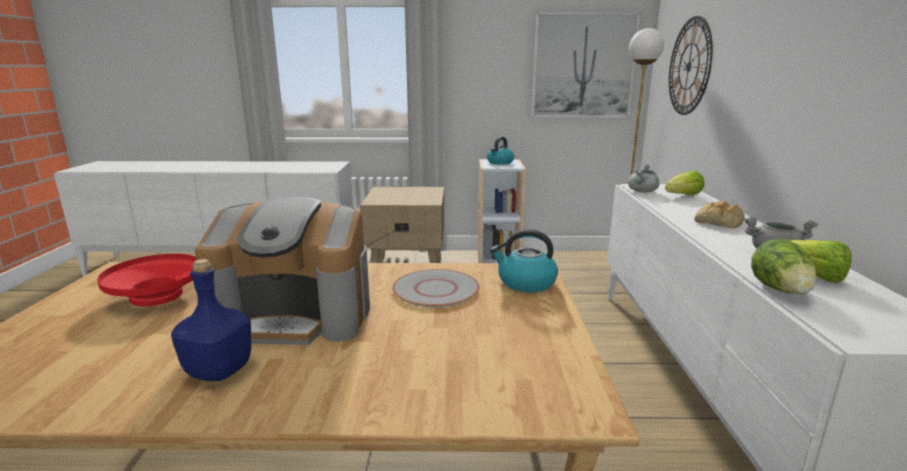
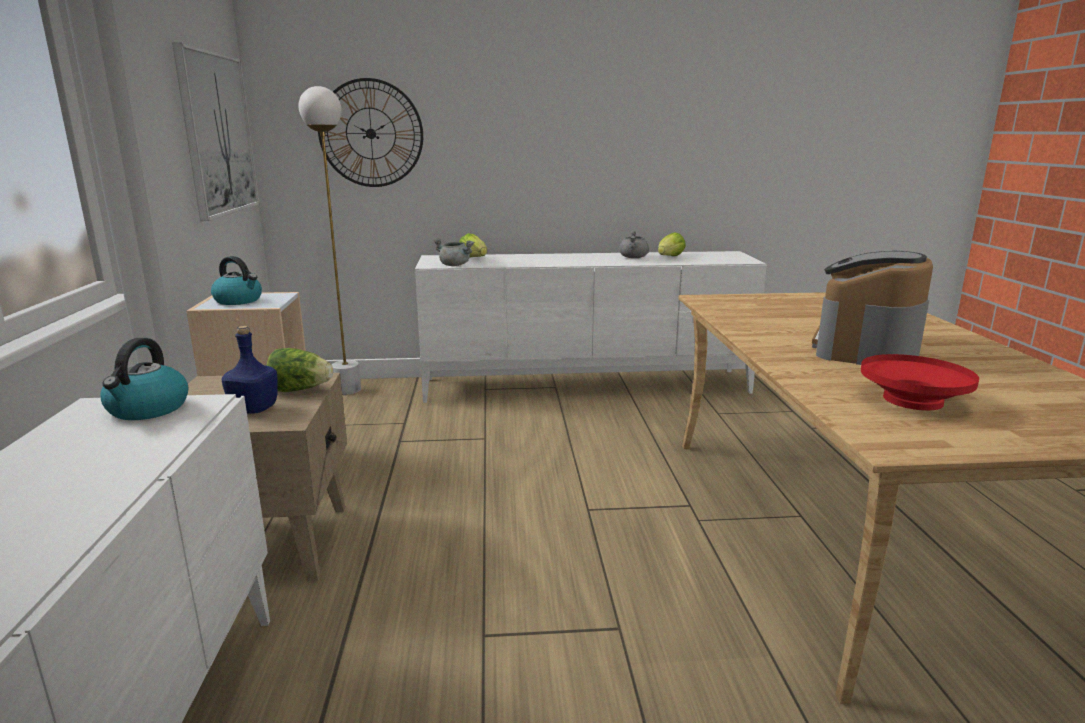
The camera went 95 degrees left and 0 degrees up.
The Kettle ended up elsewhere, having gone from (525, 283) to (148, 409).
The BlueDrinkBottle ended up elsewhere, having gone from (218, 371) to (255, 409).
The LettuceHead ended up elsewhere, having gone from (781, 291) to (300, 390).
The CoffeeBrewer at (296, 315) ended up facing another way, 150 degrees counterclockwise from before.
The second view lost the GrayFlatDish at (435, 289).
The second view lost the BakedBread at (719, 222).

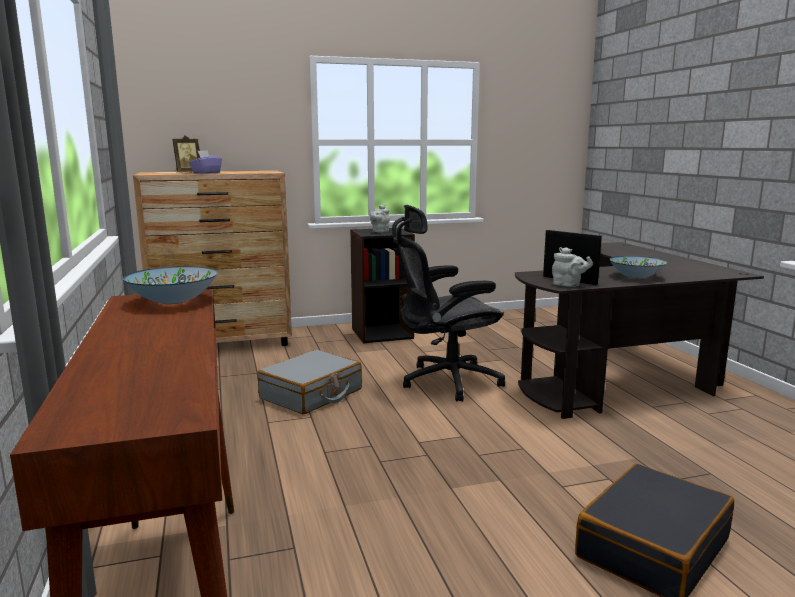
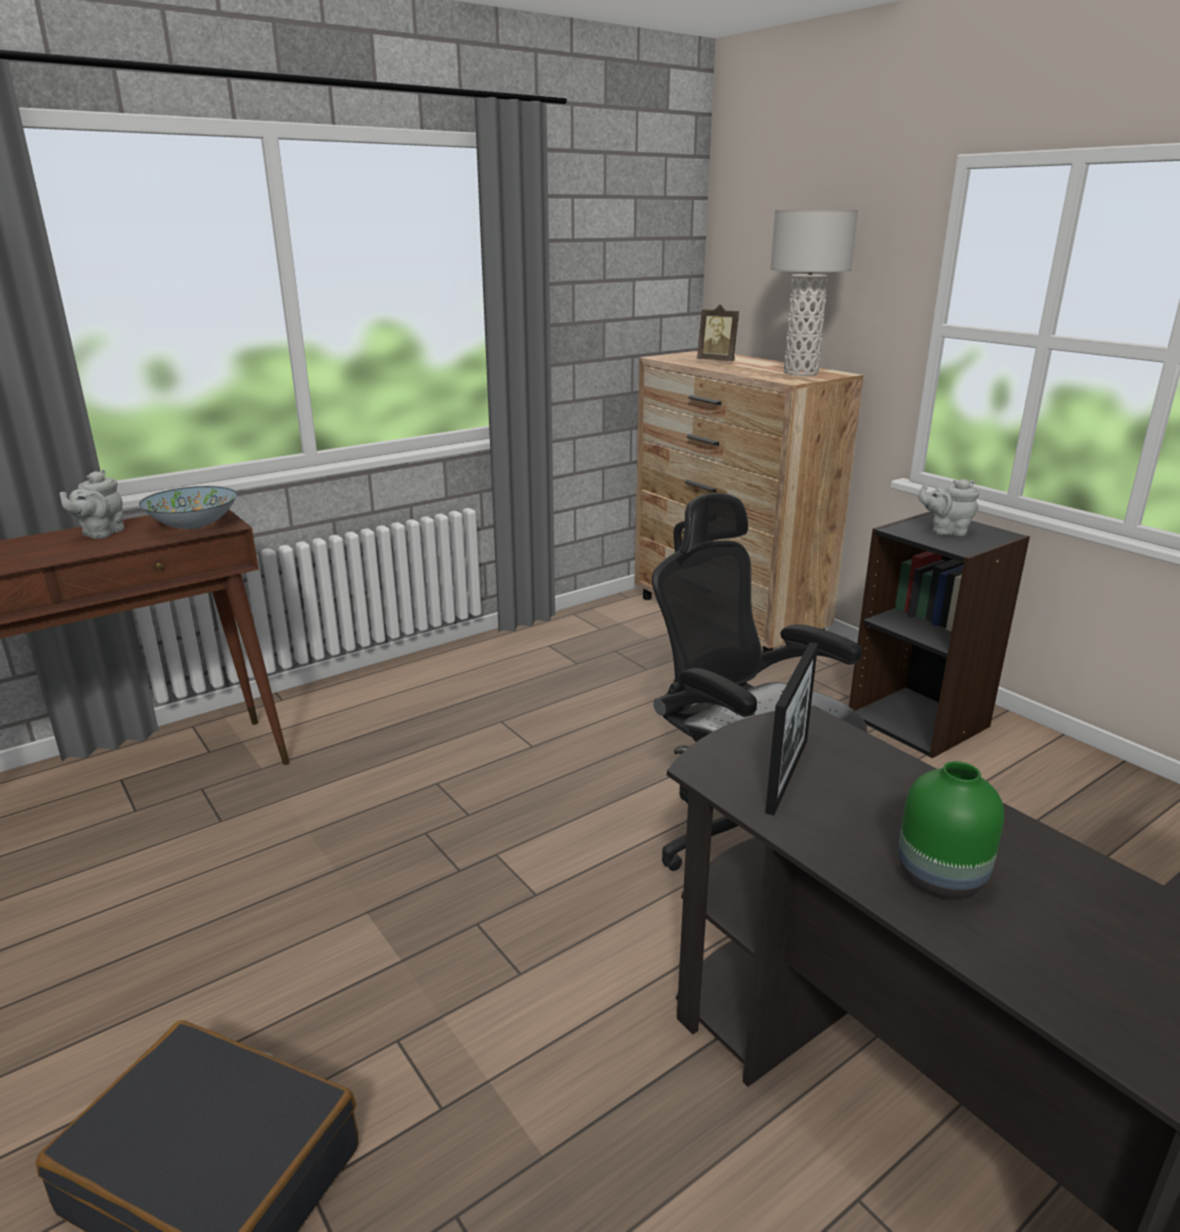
The camera went 70 degrees right and 10 degrees up.
The GrayTeapot ended up elsewhere, having gone from (568, 285) to (101, 533).
The second view gained the WhiteColouredTabletopLamp at (801, 372).
Where the Bowl stood at (636, 277), the GreenishDecorativeVase came to stand at (938, 877).
The second view lost the PurpleBoxOfTissues at (206, 173).
The second view lost the GraySuitcase at (311, 394).

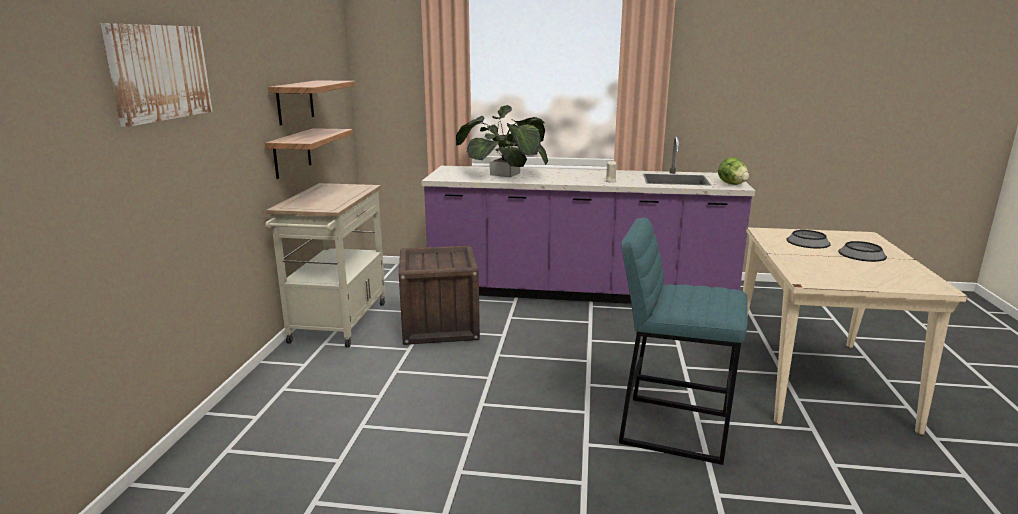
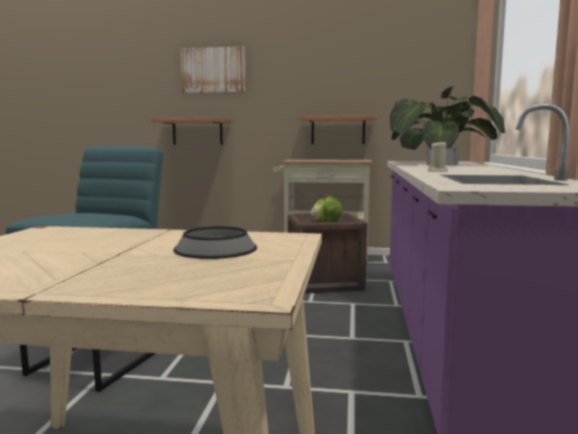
The camera went 90 degrees right and 10 degrees down.
The WallShelf ended up elsewhere, having gone from (295, 102) to (197, 132).
The LettuceHead ended up elsewhere, having gone from (732, 184) to (326, 221).
The second view lost the Bowl at (862, 254).

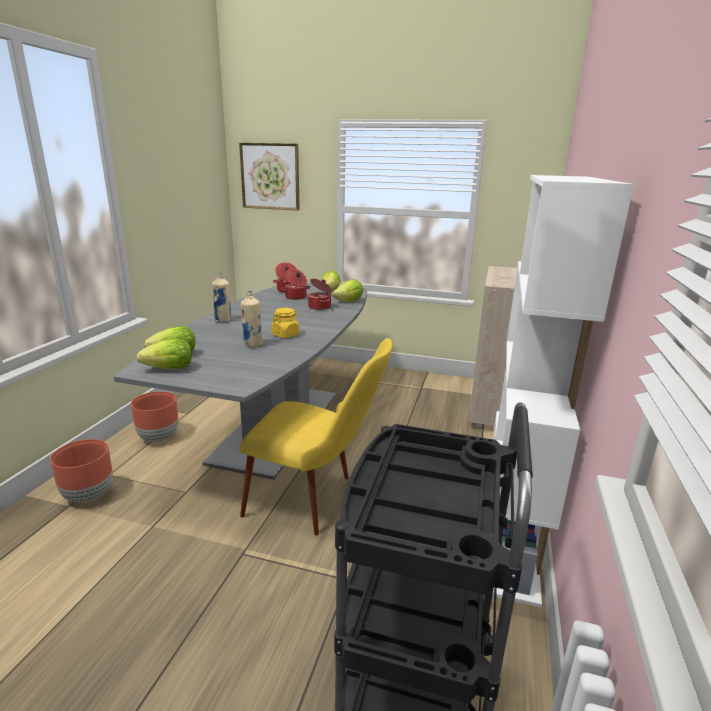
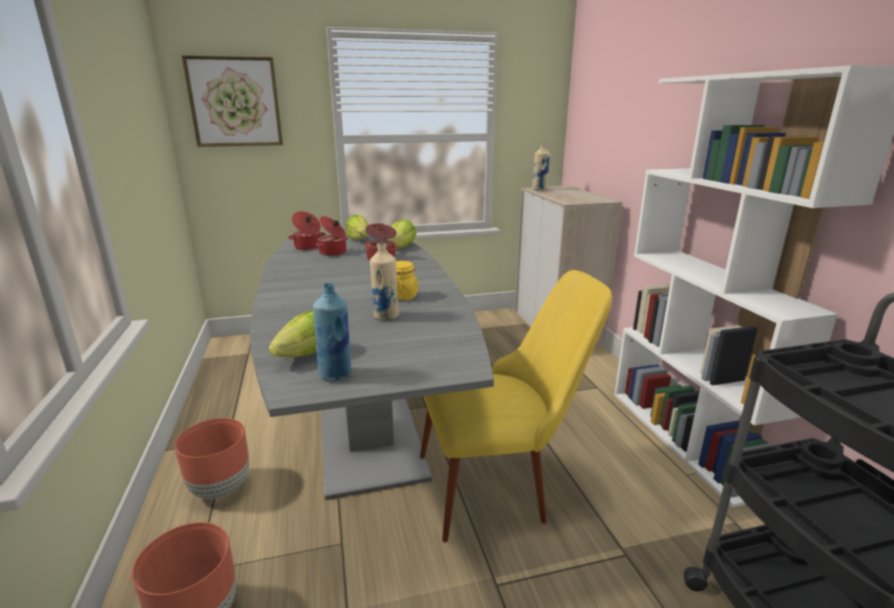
The camera went 30 degrees left and 0 degrees up.
Where the LettuceHead stood at (170, 369), the BlueDrinkBottle came to stand at (336, 374).
The SandColouredDrinkBottle ended up elsewhere, having gone from (223, 320) to (539, 189).

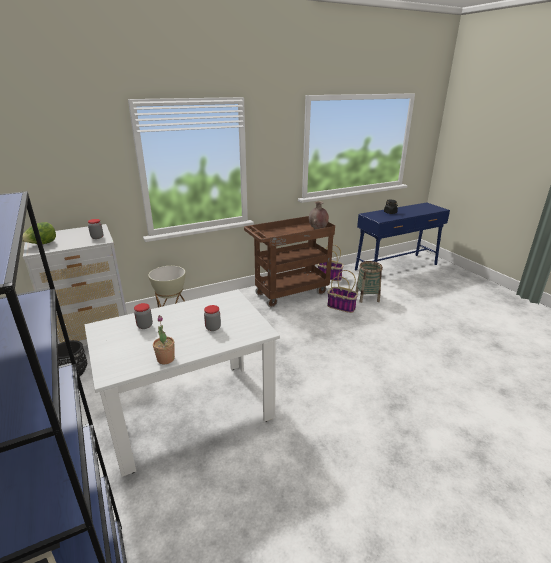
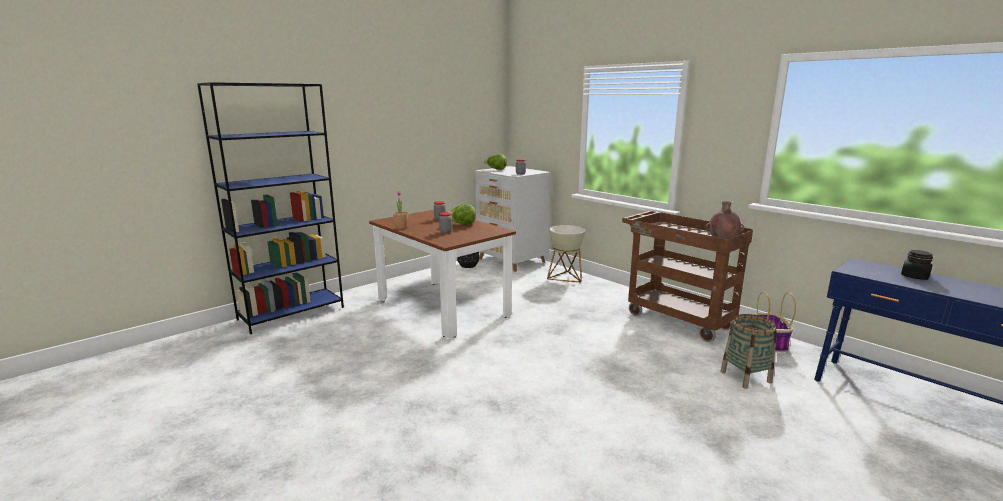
The camera went 75 degrees right and 10 degrees down.
What was the WhiteColouredDiningTable at (190, 413) turned into the BrownDiningTable at (442, 307).
The second view gained the LettuceHead at (462, 224).
The second view lost the StorageBasket at (342, 307).

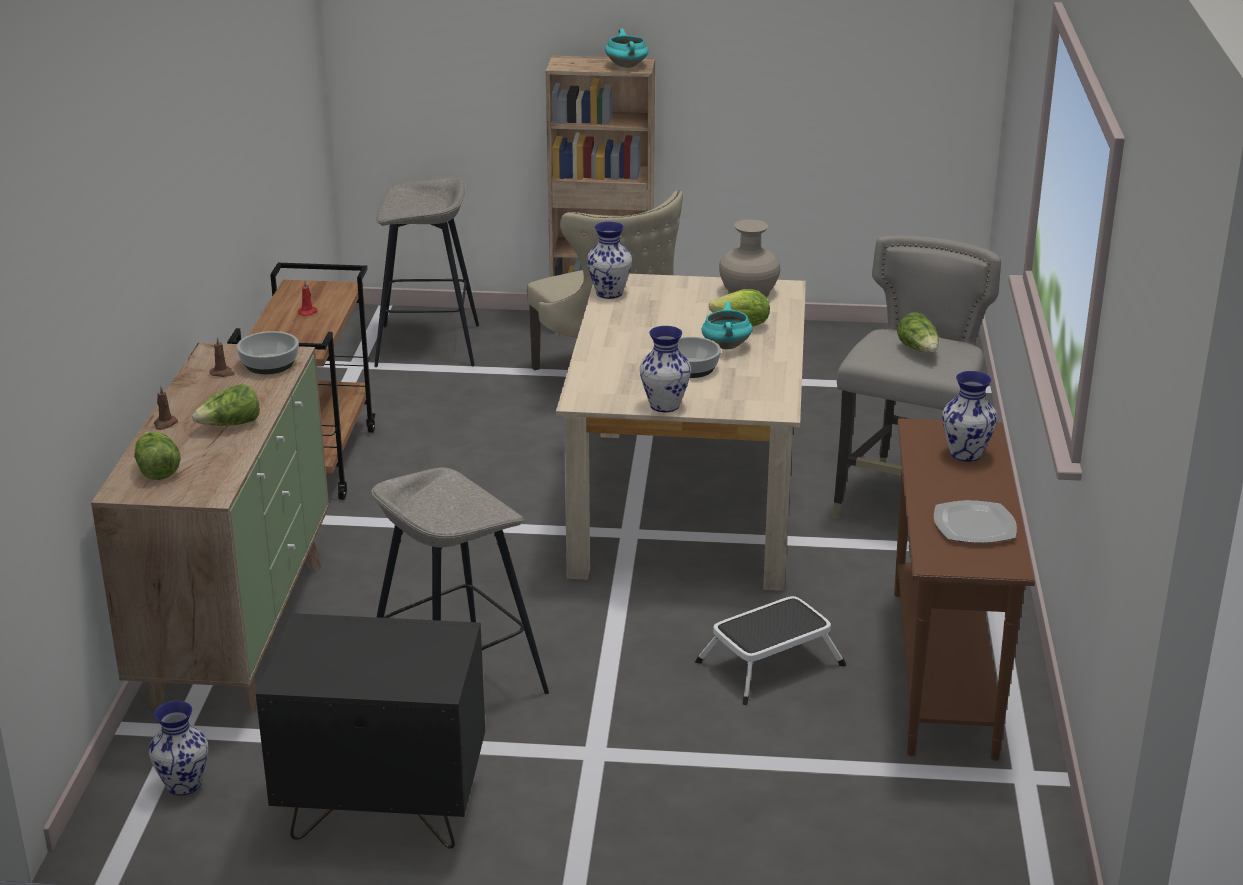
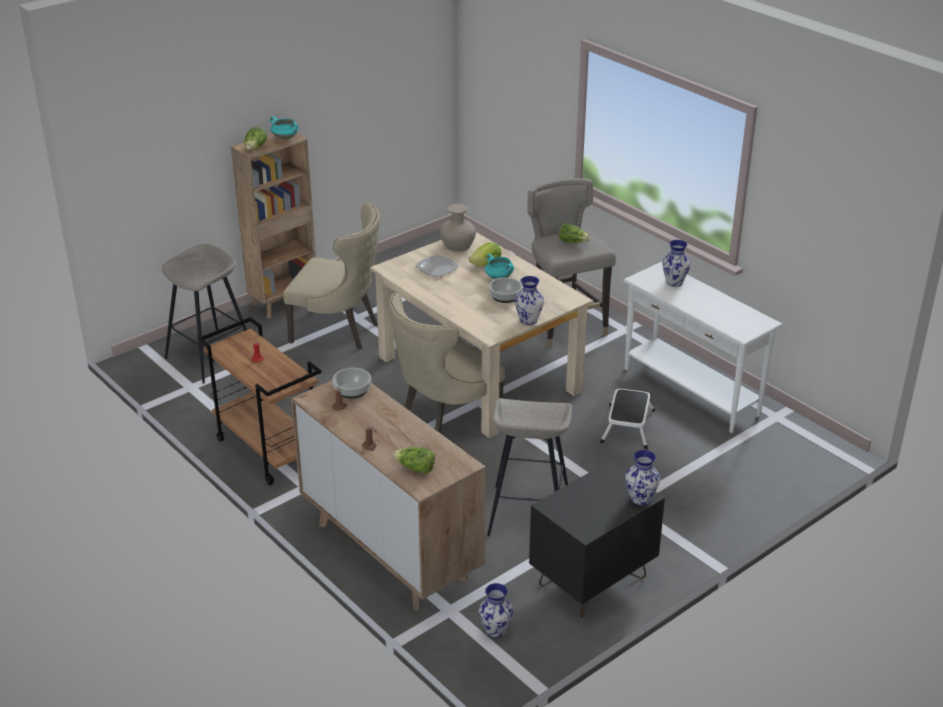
The camera went 45 degrees left and 5 degrees up.
The LettuceHead ended up elsewhere, having gone from (230, 425) to (255, 148).
The second view gained the SandColouredChair at (444, 421).
The FlatDish ended up elsewhere, having gone from (974, 525) to (437, 267).
What was the BrownHallTable at (945, 674) turned into the WhiteColouredHallTable at (692, 392).
The DecorativeVase ended up elsewhere, having gone from (609, 293) to (641, 499).

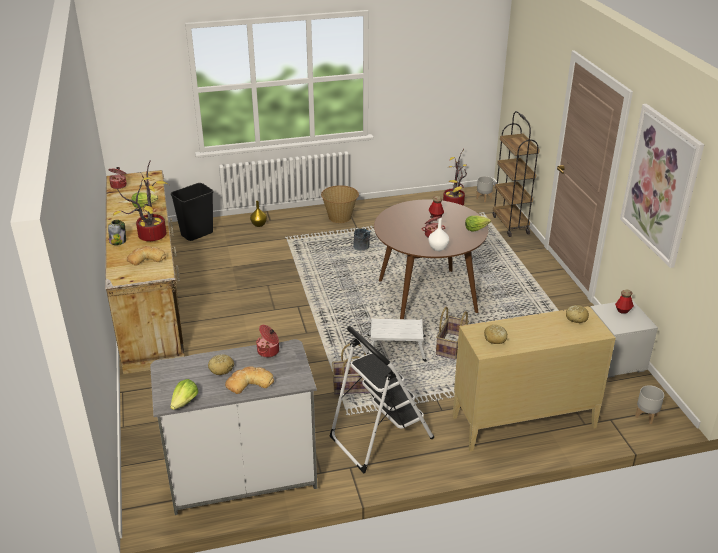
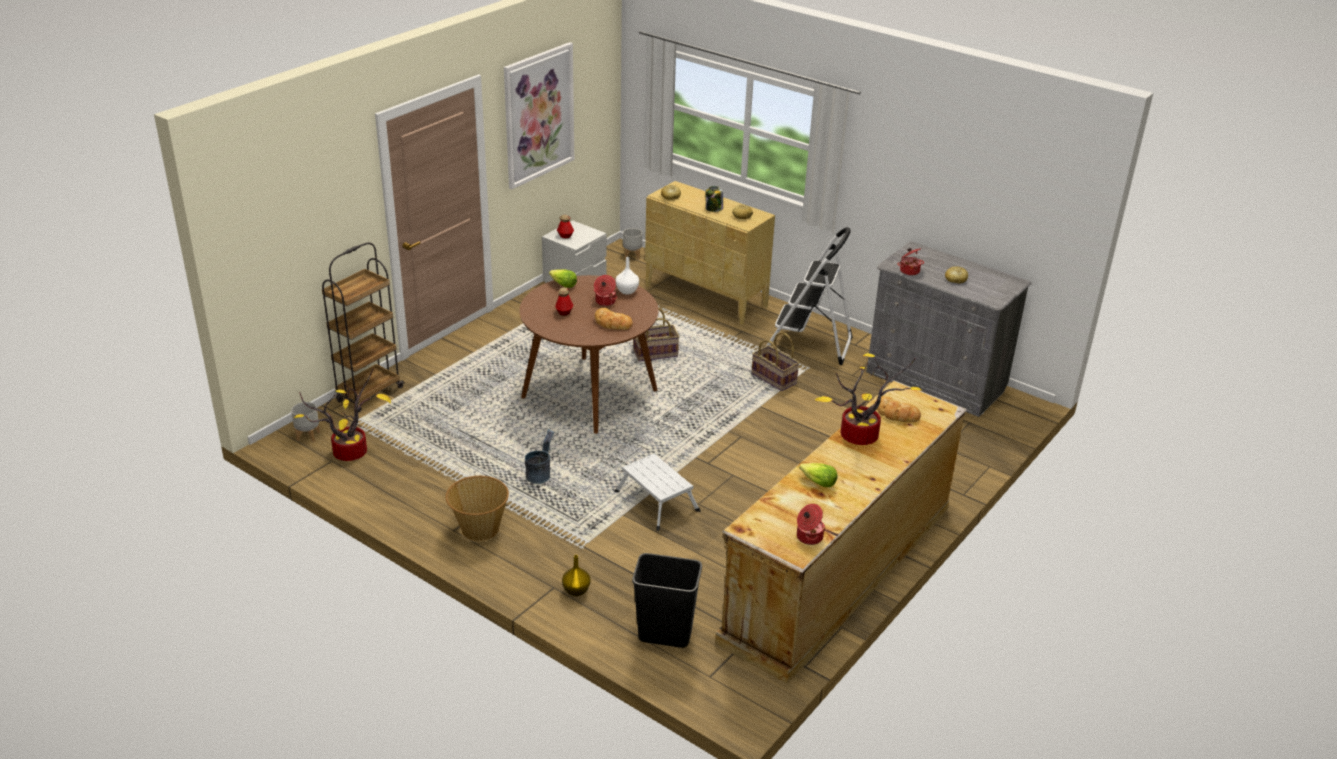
The camera went 130 degrees left and 0 degrees up.
The BakedBread ended up elsewhere, having gone from (249, 382) to (612, 323).
The WhiteColouredStepLadder ended up elsewhere, having gone from (396, 348) to (656, 501).
The StorageJar ended up elsewhere, having gone from (118, 241) to (713, 209).
The second view lost the LettuceHead at (185, 402).

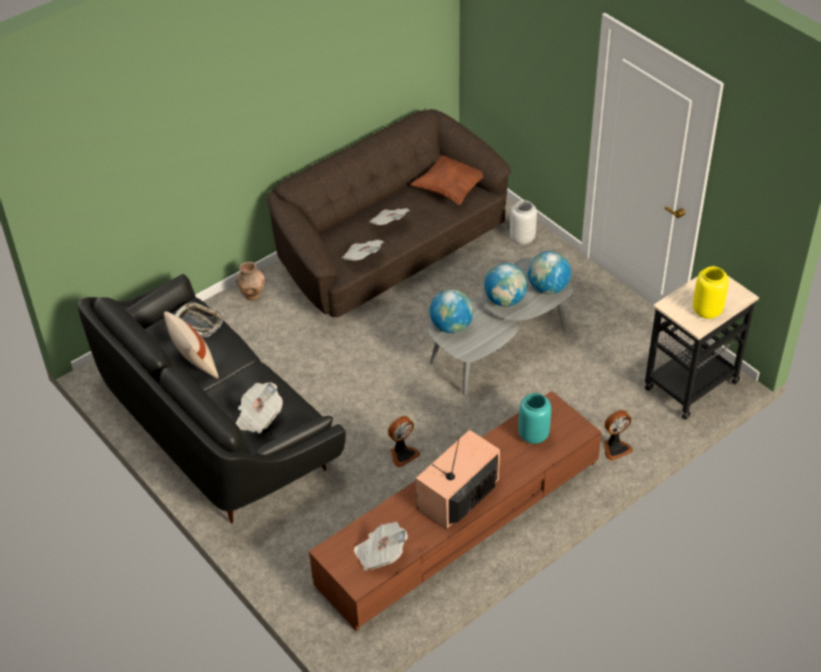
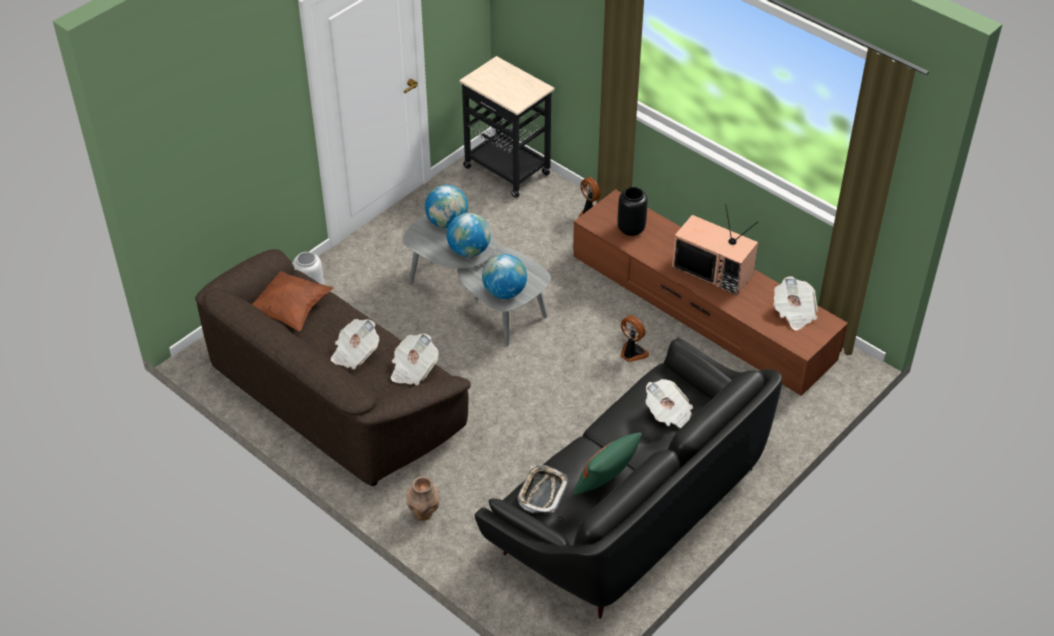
The camera went 100 degrees left and 0 degrees up.
What was the SandColouredCushion at (194, 365) turned into the GreenishCushion at (606, 484).
What was the BlueGreenDecorativeVase at (532, 435) turned into the BlackDecorativeVase at (631, 229).
The second view lost the YellowDecorativeVase at (707, 311).

